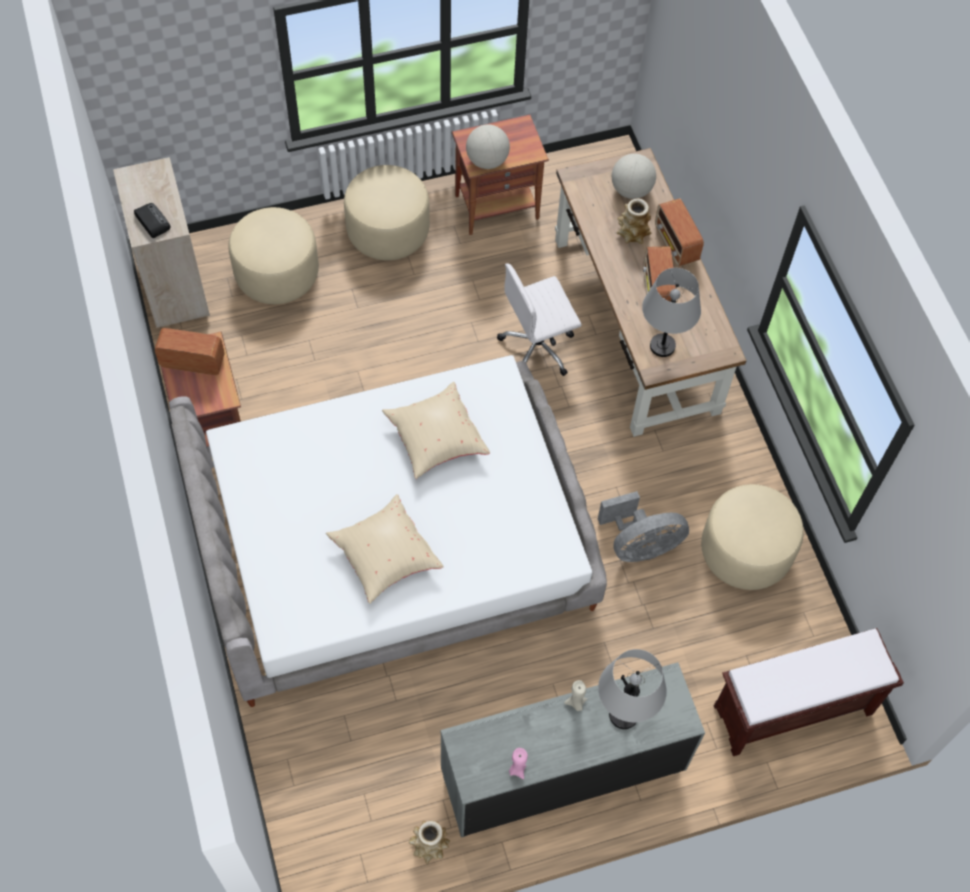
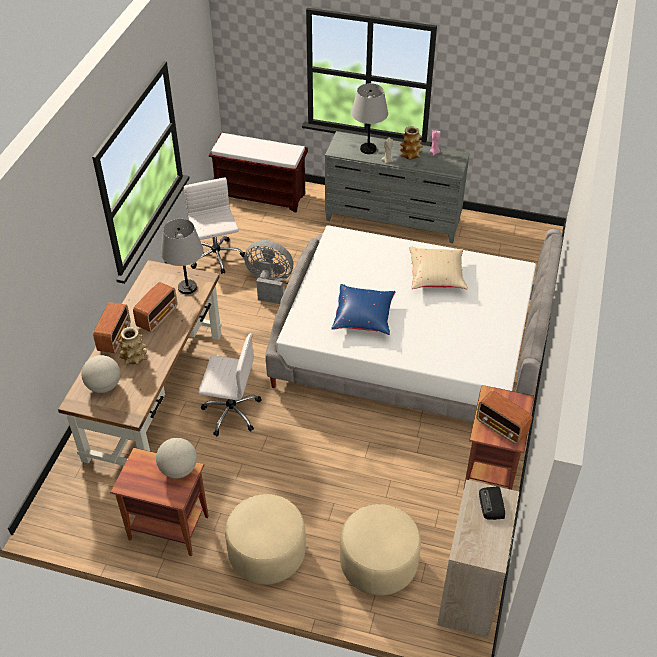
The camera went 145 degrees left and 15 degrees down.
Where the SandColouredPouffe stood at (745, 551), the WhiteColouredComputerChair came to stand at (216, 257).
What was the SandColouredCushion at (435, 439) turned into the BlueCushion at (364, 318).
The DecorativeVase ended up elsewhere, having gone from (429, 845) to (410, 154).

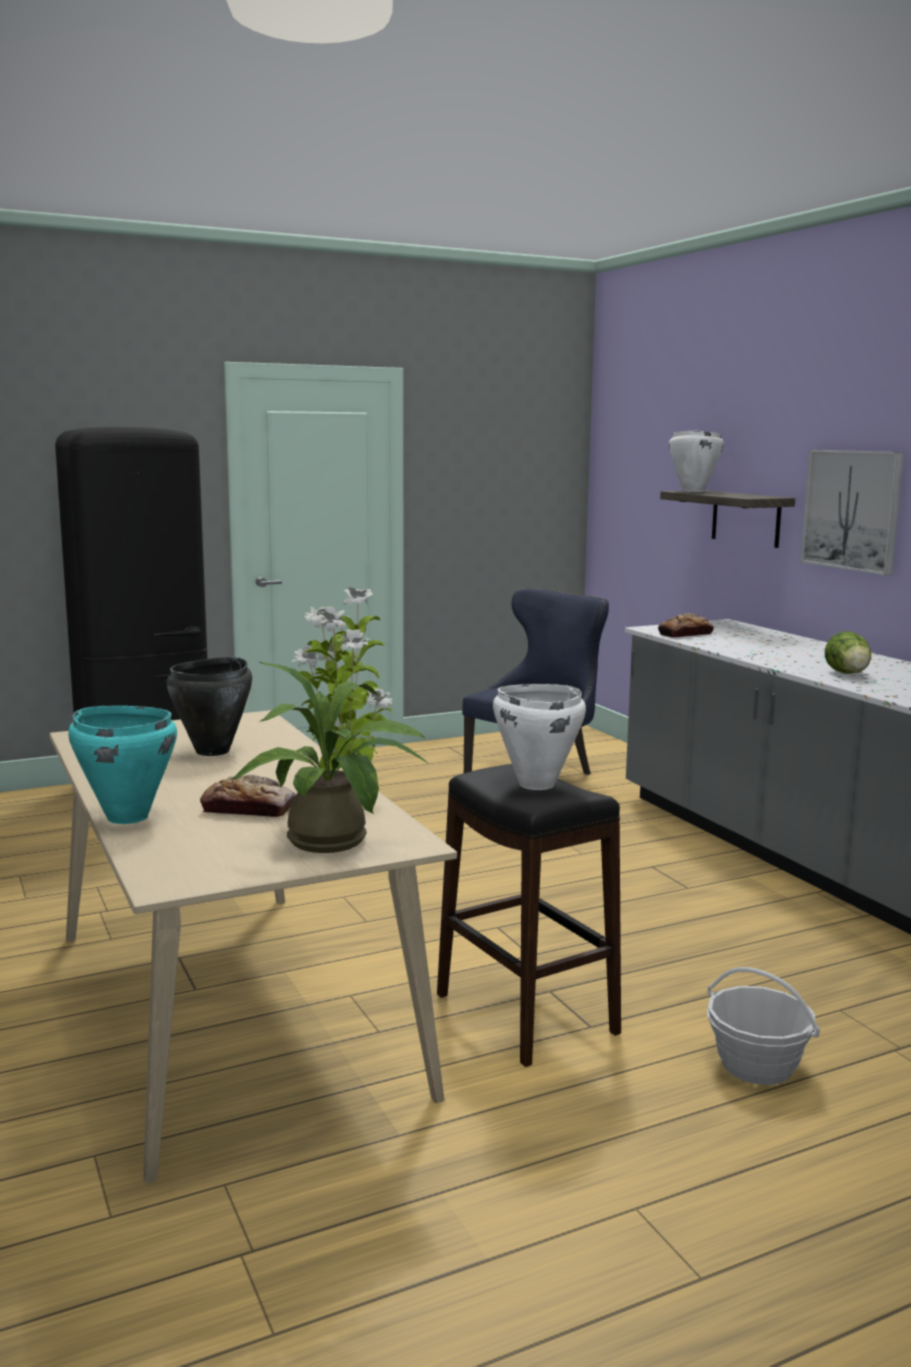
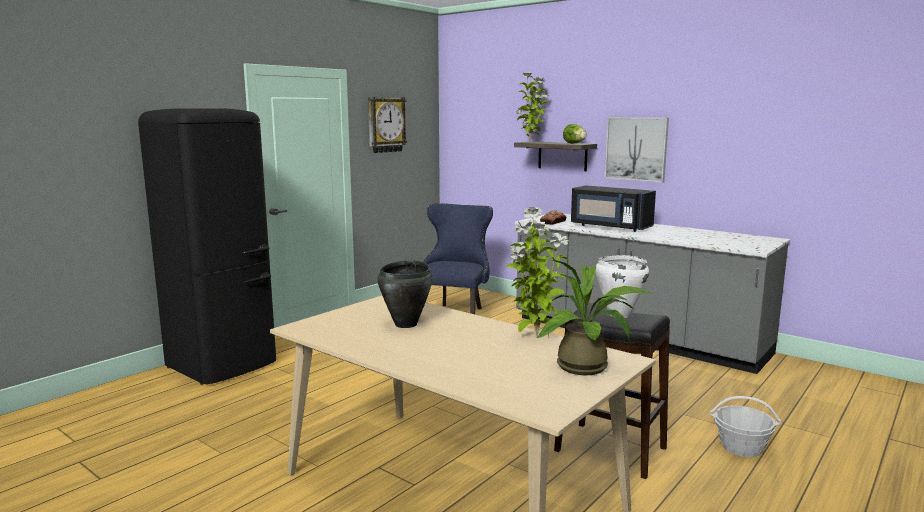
The camera went 25 degrees left and 0 degrees up.
The second view gained the HangingClock at (385, 124).
Where the WhiteColouredCookingPot stood at (693, 491), the PottedPlant came to stand at (531, 142).
The LettuceHead ended up elsewhere, having gone from (848, 674) to (575, 143).
The second view gained the BlackKitchenMicrowave at (610, 227).
The second view lost the BlueGreenCookingPot at (127, 817).
The second view lost the BakedBread at (248, 809).

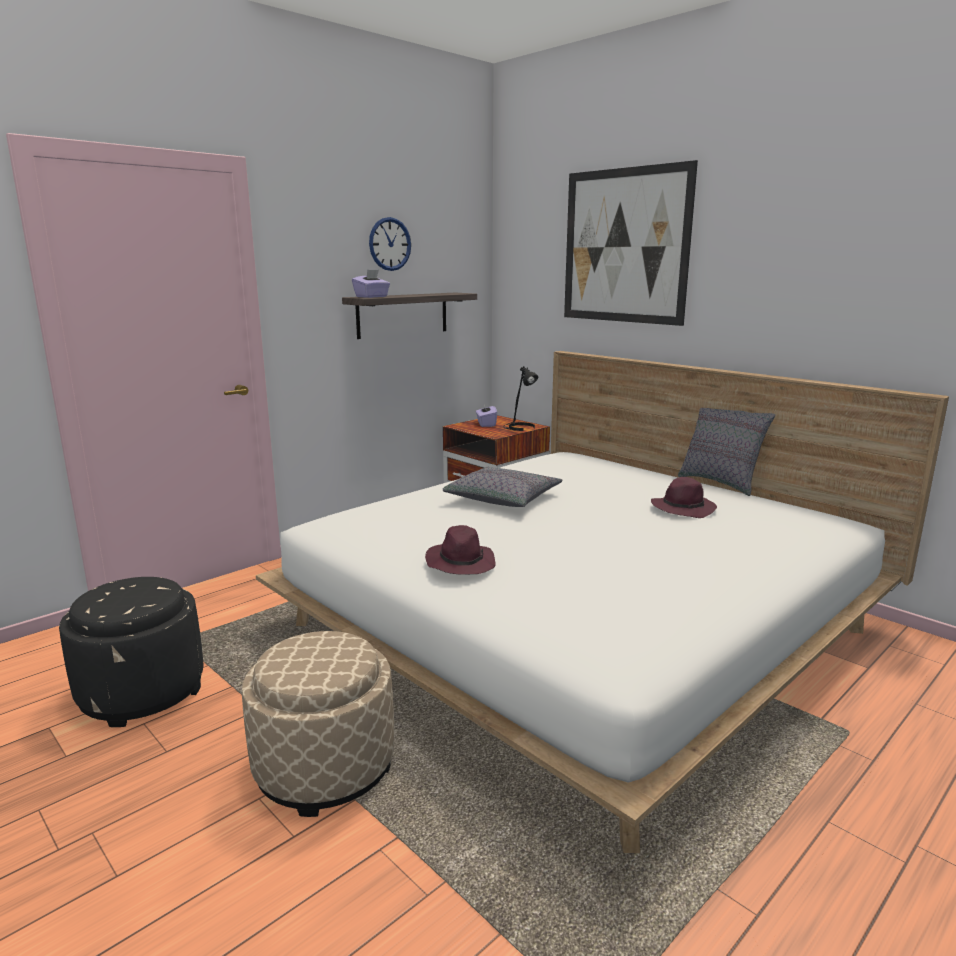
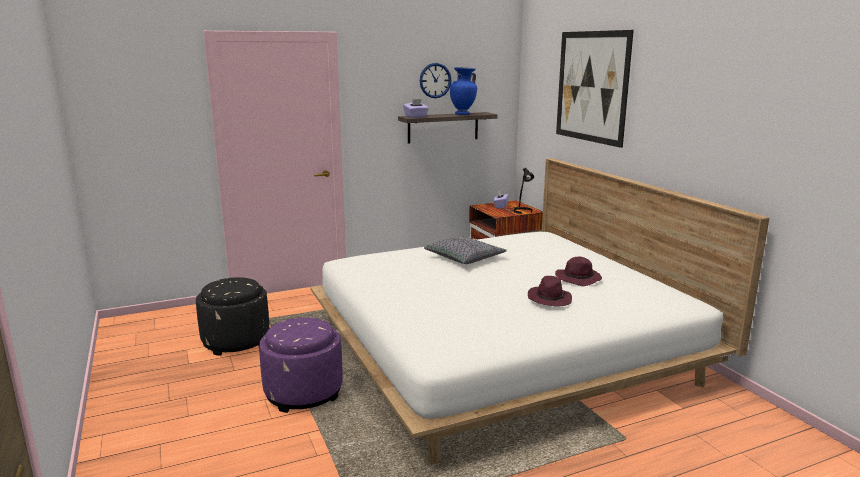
The camera went 20 degrees right and 0 degrees up.
What was the SandColouredPouffe at (324, 767) turned into the PurplePouffe at (303, 392).
The second view gained the BlueDecorativeVase at (463, 114).
The PurpleHat ended up elsewhere, having gone from (460, 563) to (549, 299).
The second view lost the GrayCushion at (719, 484).

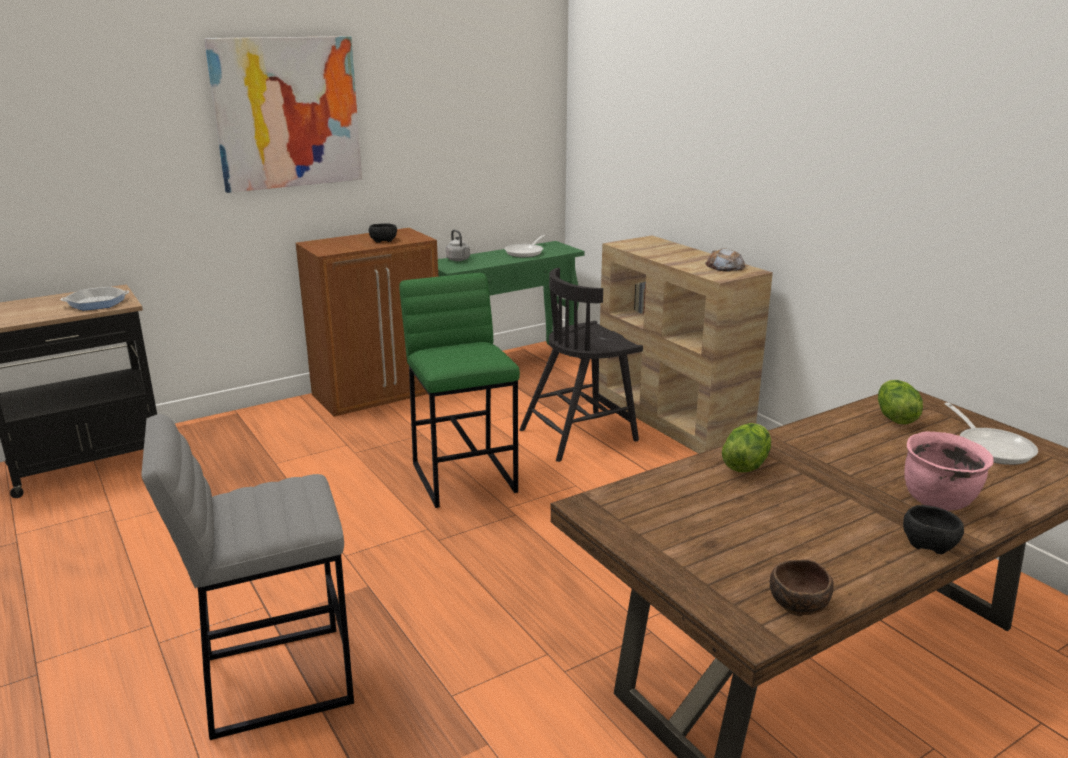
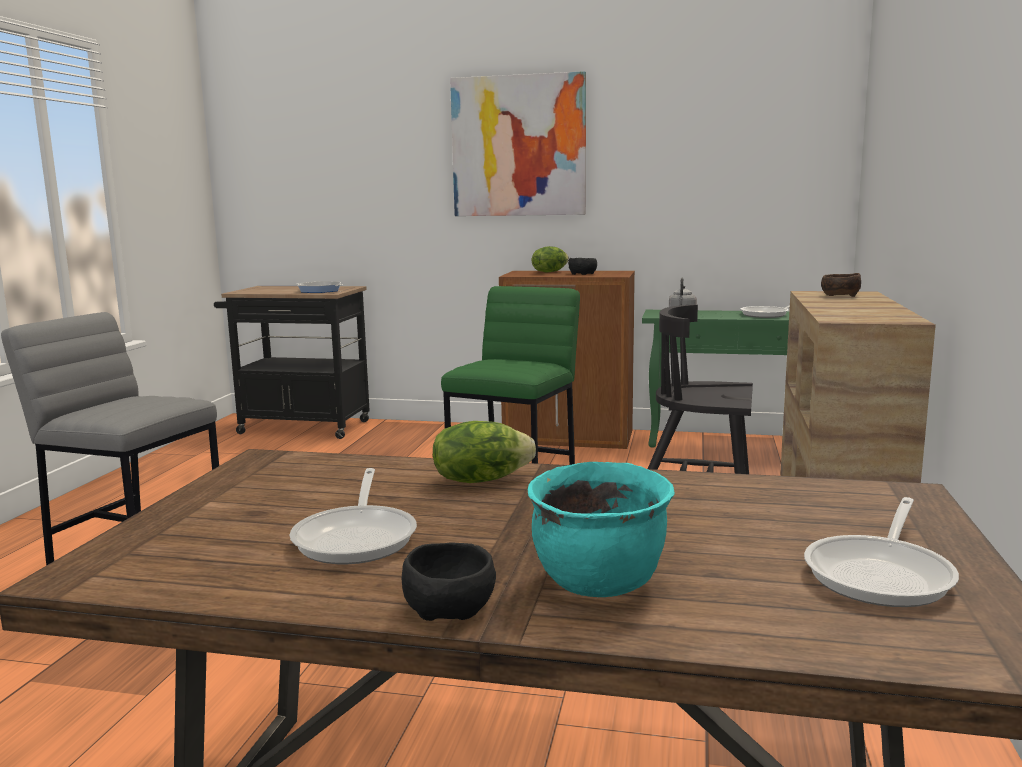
The camera went 45 degrees right and 10 degrees down.
The second view gained the FryingPan at (358, 537).
What was the PinkCookingPot at (939, 501) turned into the BlueGreenCookingPot at (599, 583).
The LettuceHead ended up elsewhere, having gone from (894, 418) to (550, 272).
The BrownBowl ended up elsewhere, having gone from (798, 604) to (839, 296).
The second view lost the BakedBread at (724, 267).

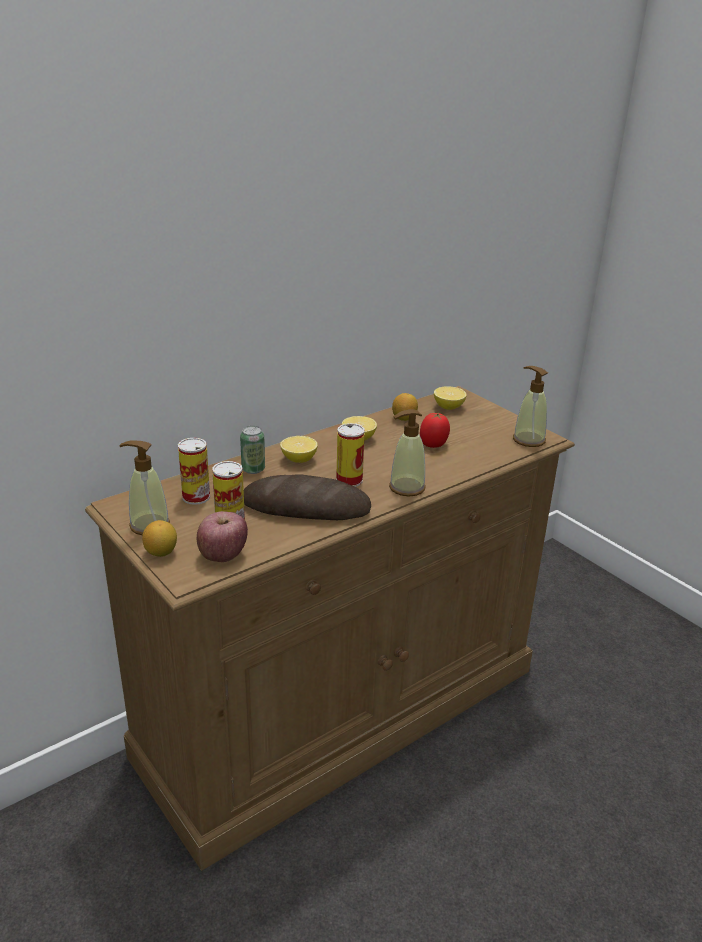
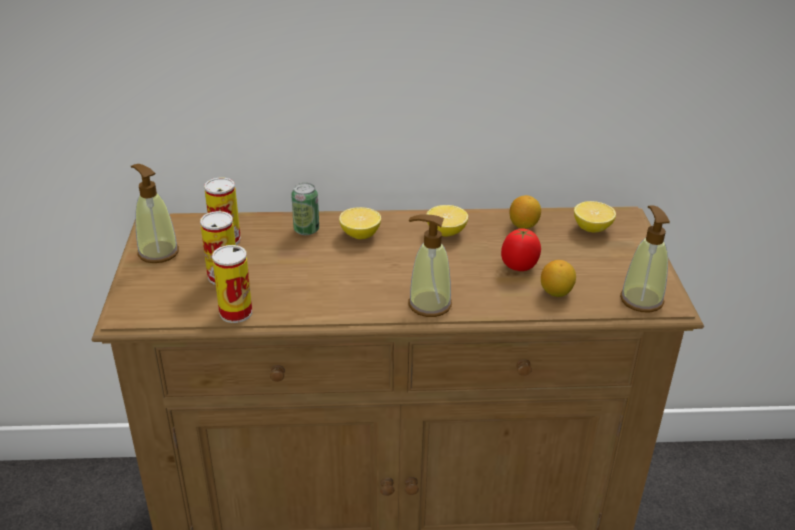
The camera went 35 degrees right and 5 degrees up.
The MetalCan ended up elsewhere, having gone from (349, 480) to (236, 312).
The CitrusFruit ended up elsewhere, having gone from (161, 552) to (556, 292).
The second view lost the WholeApple at (222, 555).
The second view lost the BakedBread at (306, 507).

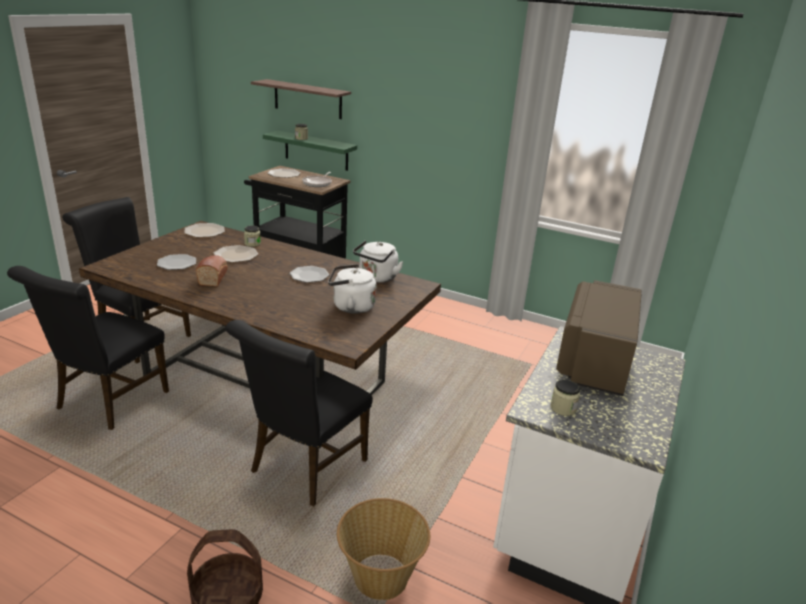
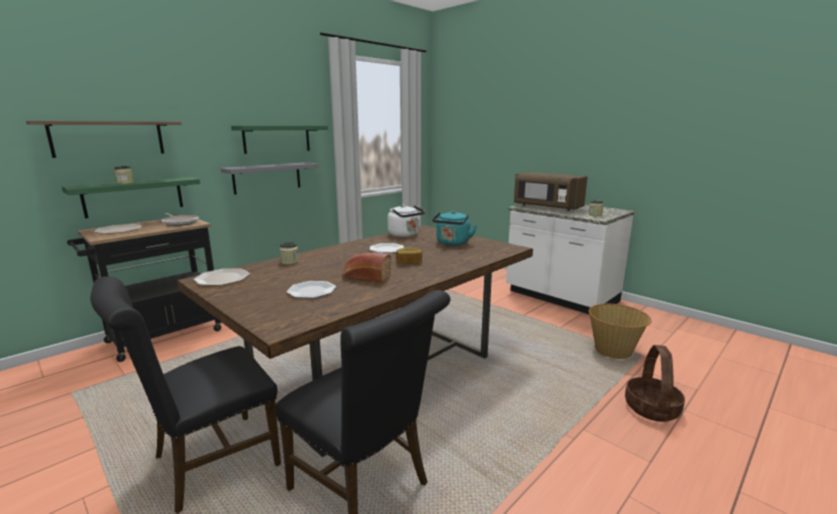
The camera went 70 degrees left and 10 degrees down.
The second view gained the GrayWallShelf at (267, 177).
The second view gained the GreenishWallShelf at (277, 139).
The second view gained the BakedBread at (409, 262).
What was the WhiteColouredKettle at (351, 307) turned into the BlueGreenKettle at (452, 243).
The second view lost the FlatDish at (236, 255).
The second view lost the BlackChair at (304, 469).

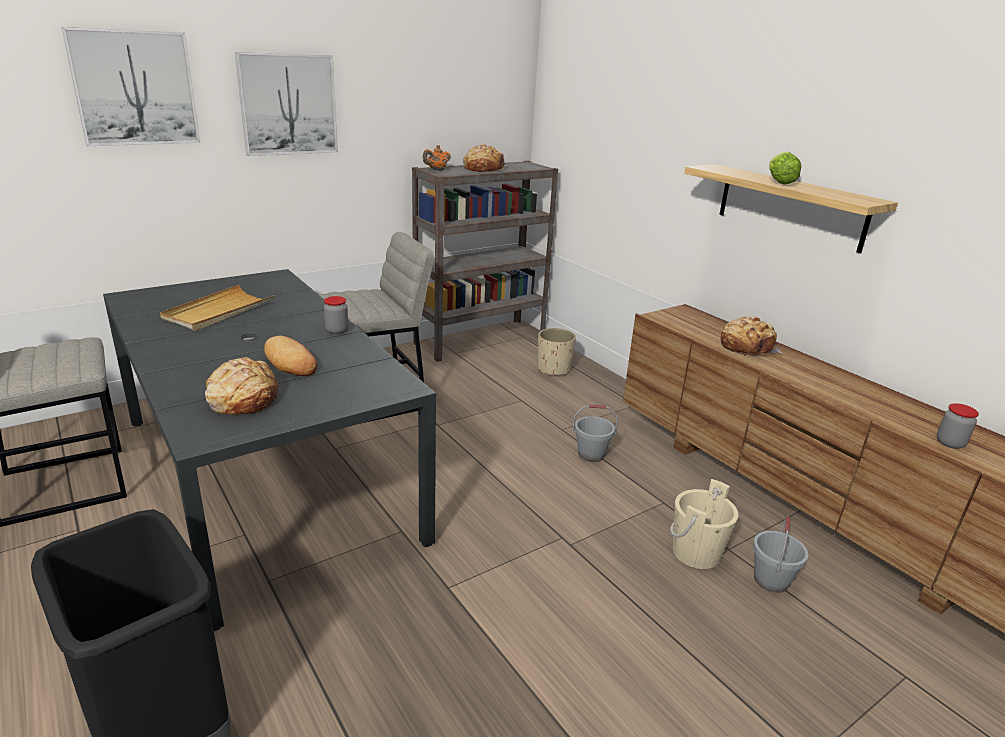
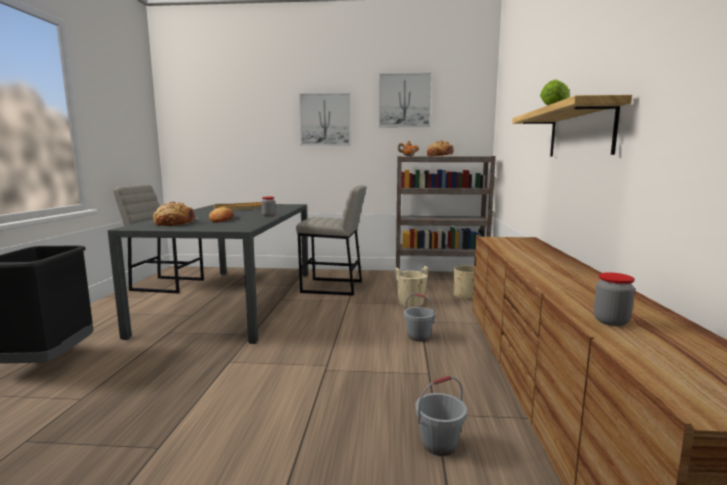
The camera went 40 degrees right and 15 degrees down.
The WallArt ended up elsewhere, having gone from (135, 88) to (404, 100).
The SandColouredPail ended up elsewhere, having gone from (696, 552) to (411, 302).
The second view lost the BakedBread at (746, 346).

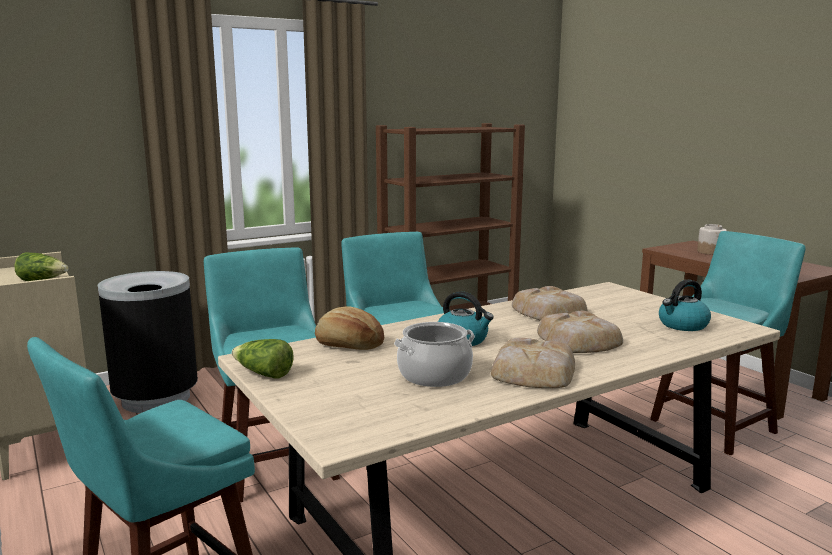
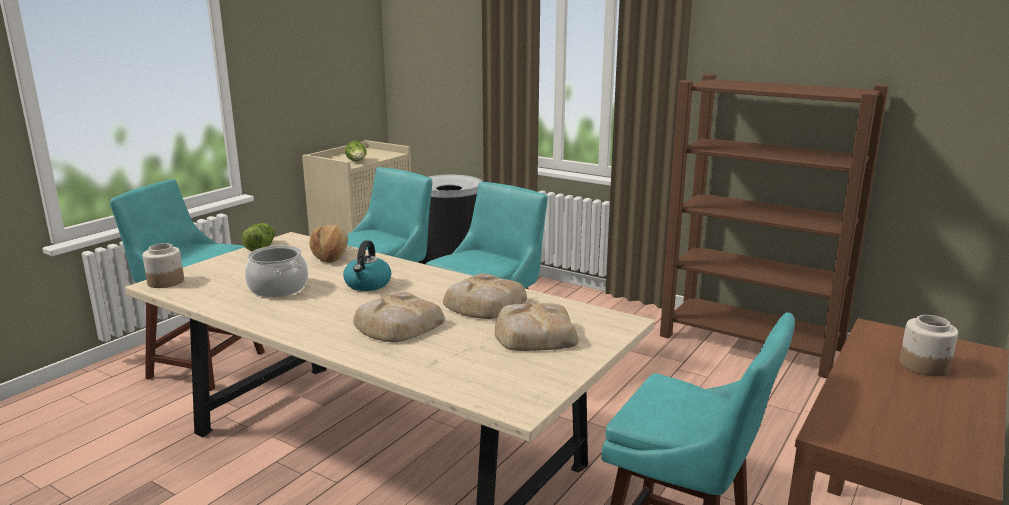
The camera went 65 degrees right and 5 degrees up.
The second view gained the StorageJar at (165, 282).
The BakedBread ended up elsewhere, having gone from (532, 372) to (534, 335).
The second view lost the Kettle at (682, 325).

